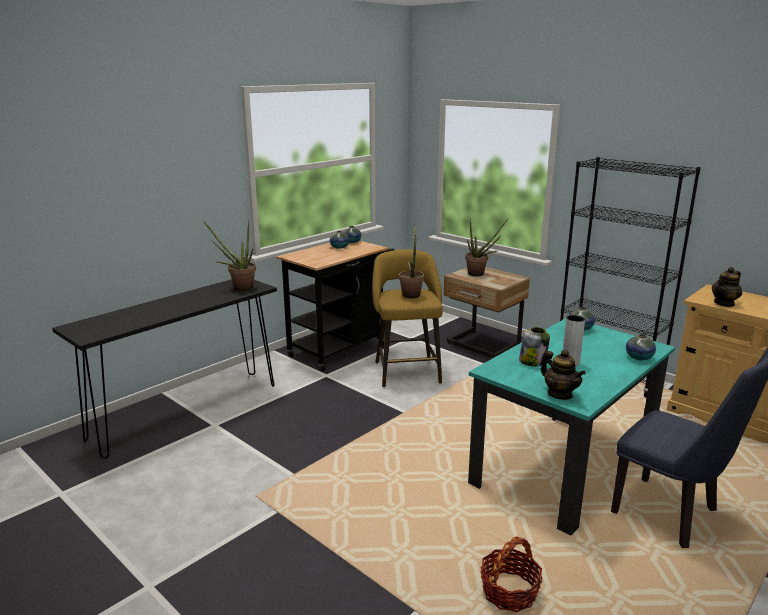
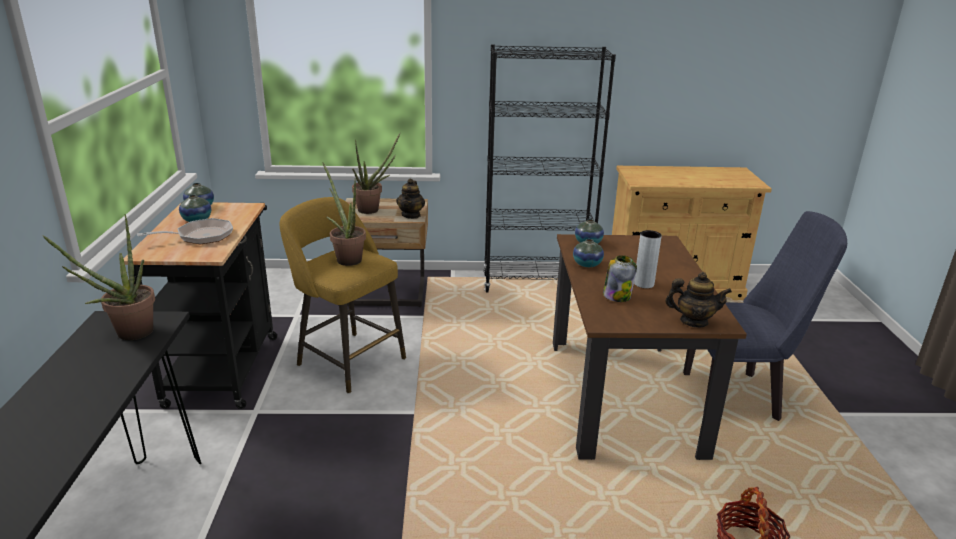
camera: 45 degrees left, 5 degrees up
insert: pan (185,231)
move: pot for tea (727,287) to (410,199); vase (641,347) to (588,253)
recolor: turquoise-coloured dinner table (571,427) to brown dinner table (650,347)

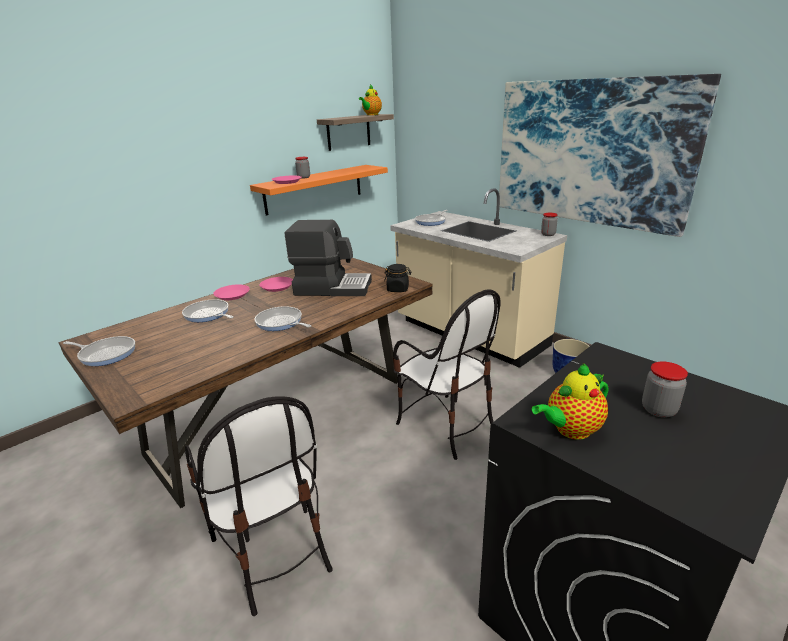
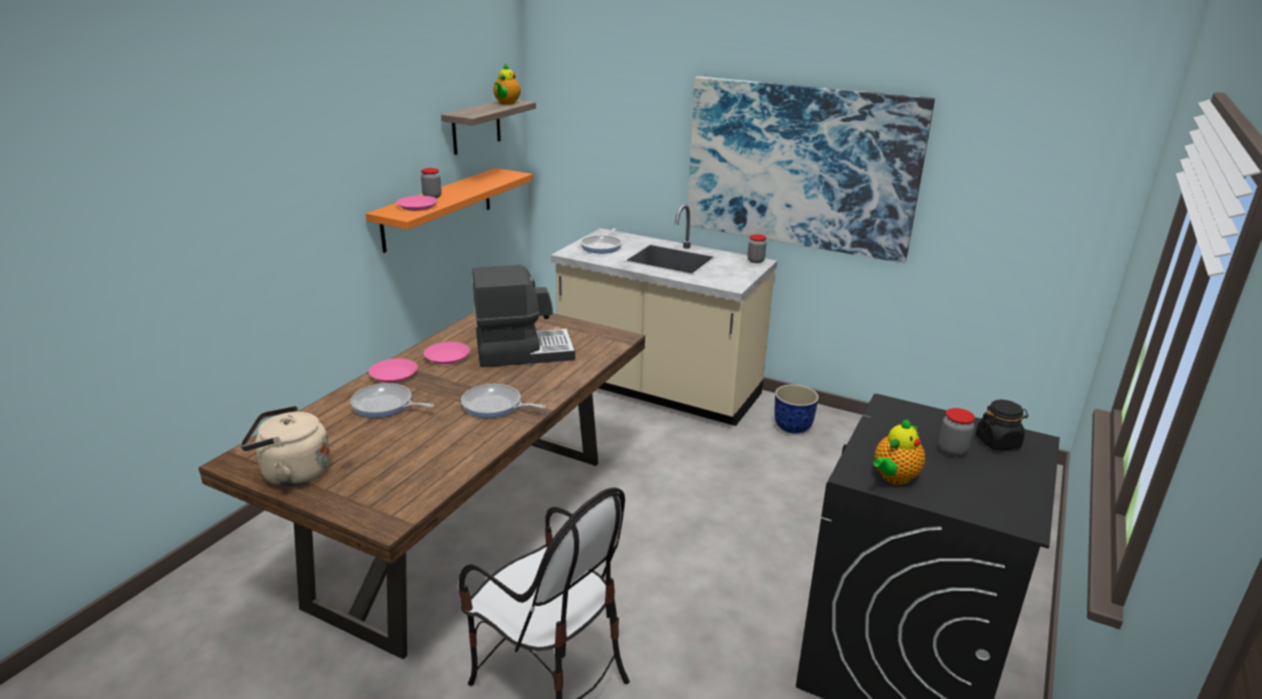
camera: 20 degrees left, 0 degrees up
delete: chair (447,374)
move: black storage jar (397,278) to (1002,424)
replace: pan (99,351) to beige water kettle (285,446)

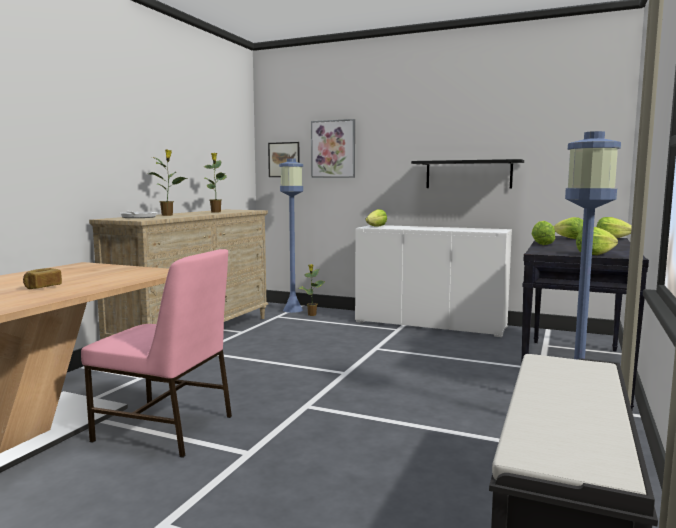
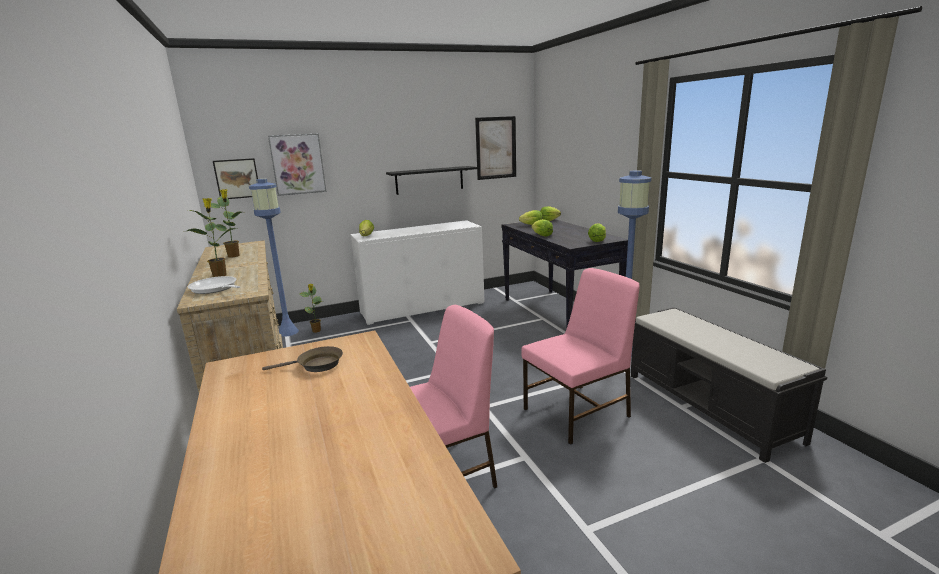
camera: 45 degrees left, 10 degrees up
delete: baked bread (42,278)
insert: wall picture (495,148); pinkish chair (580,356); brown pan (302,359)

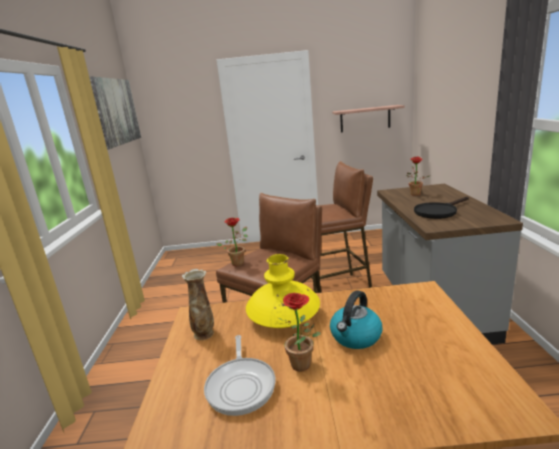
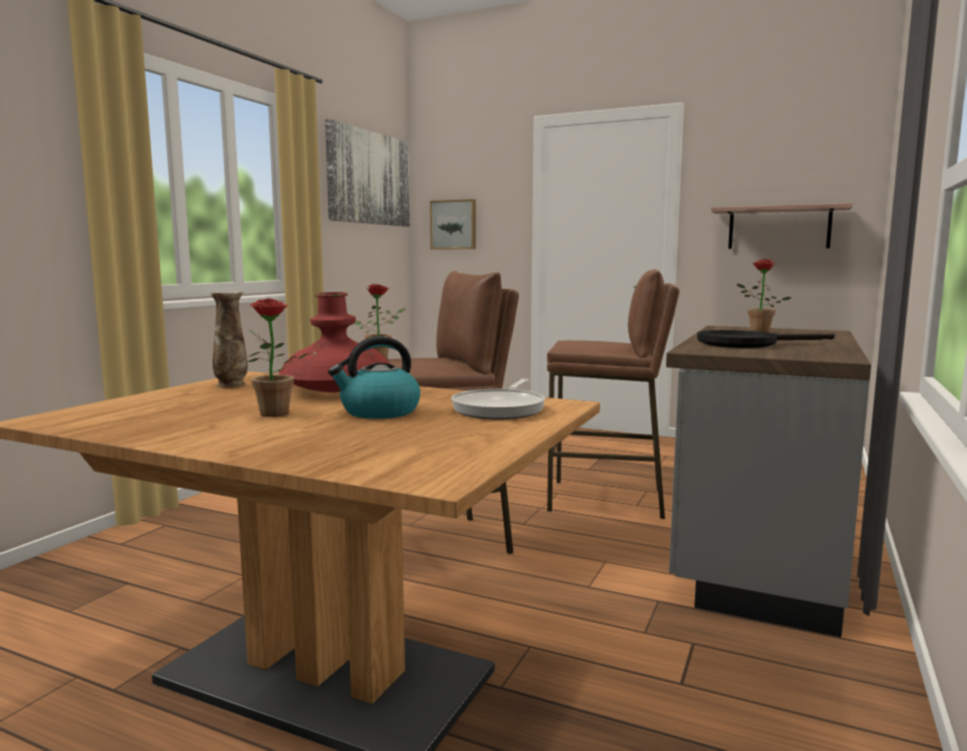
camera: 25 degrees right, 10 degrees down
insert: wall picture (453,224)
move: pan (239,375) to (498,399)
recolor: yellow vase (283,291) to red-coloured vase (334,342)

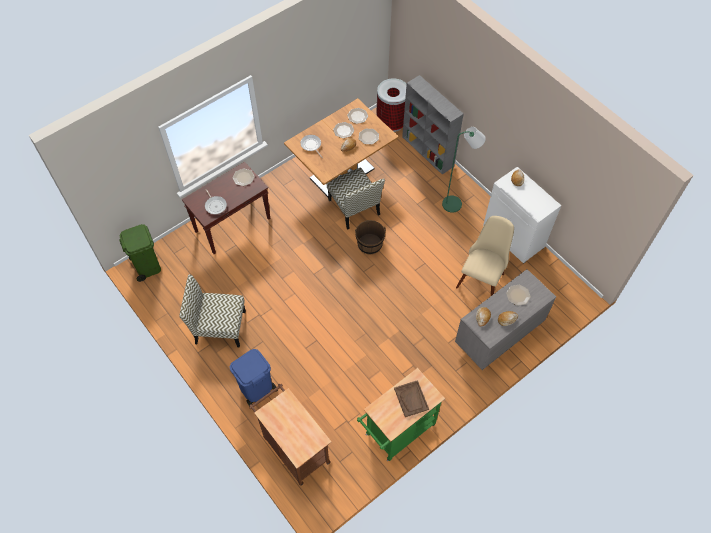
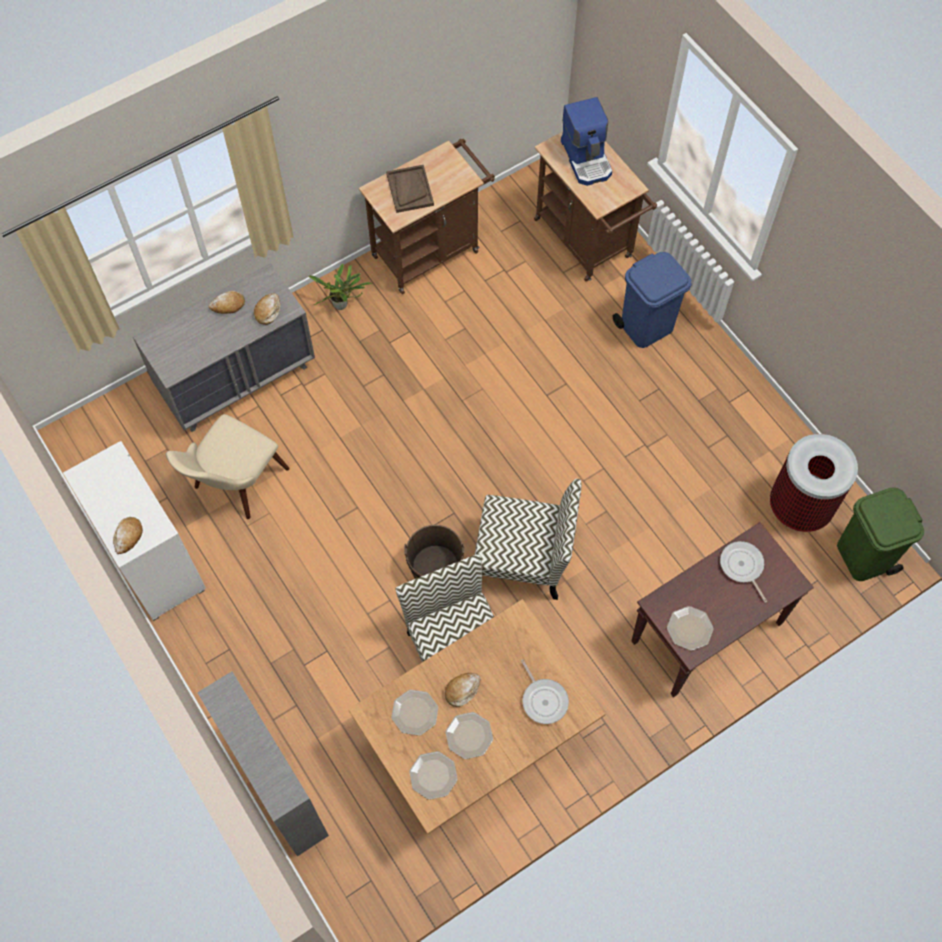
camera: 175 degrees left, 5 degrees up
delete: green standing lamp (464,170); flat dish (518,295)
insert: coffee maker (586,141); houseplant (340,287)
move: waste bin (391,105) to (814,483); chair (212,310) to (528,539)
recolor: green wheeled cart (401,414) to brown wheeled cart (427,216)

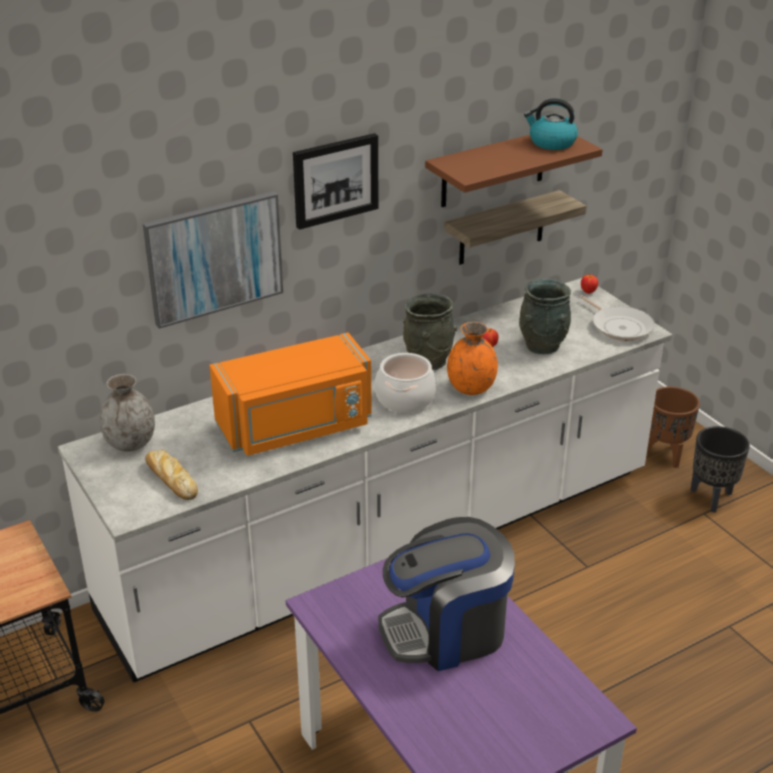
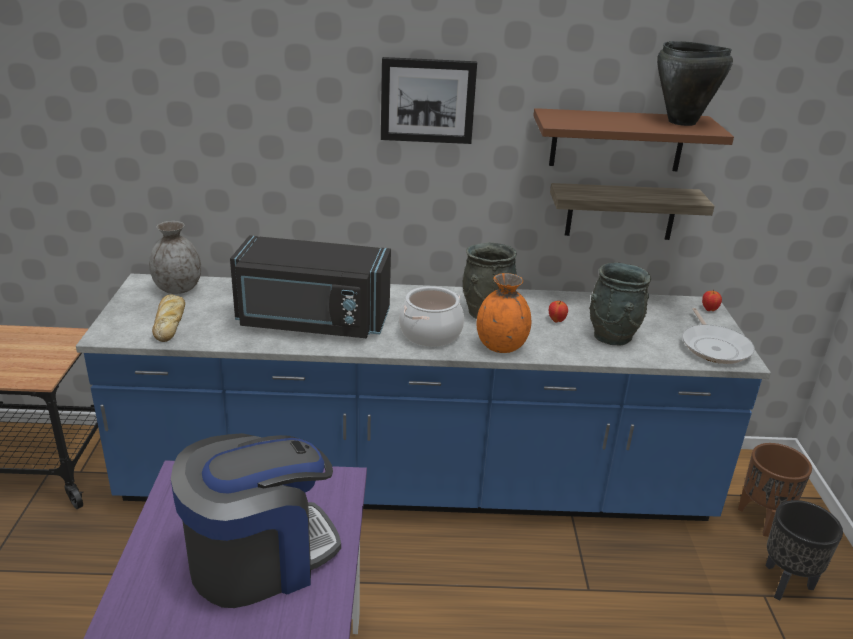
camera: 30 degrees right, 5 degrees down
delete: wall picture (213,260)
replace: water kettle (551,124) to black stockpot (695,83)
recolor: white-coloured counter (365,480) to blue counter (423,397); orange-coloured kitchen microwave (290,394) to black kitchen microwave (310,286)
rotate: coffee maker (446,594) = (256,520) 135 degrees clockwise

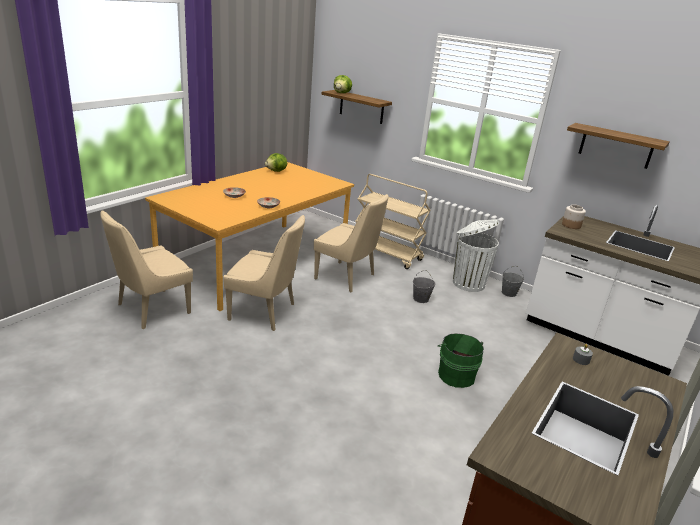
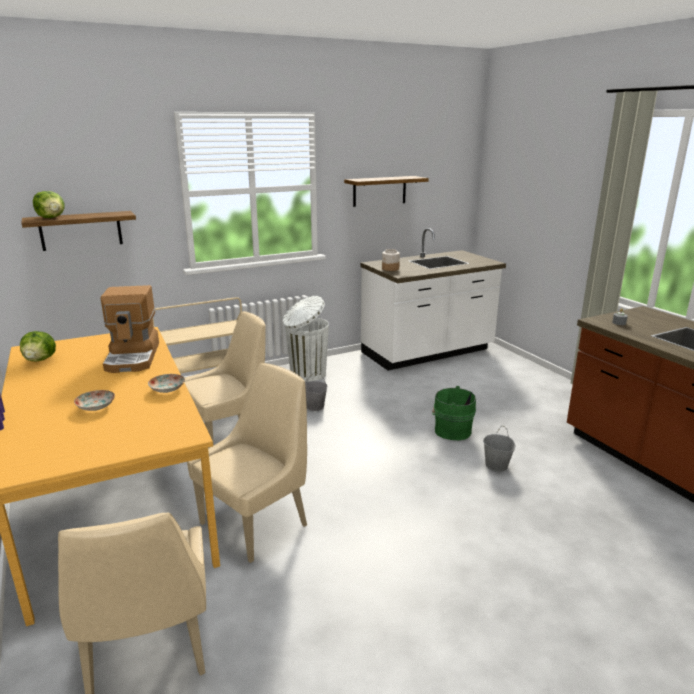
camera: 60 degrees left, 5 degrees down
insert: coffee maker (129,329)
move: grey pail (513,281) to (499,449)

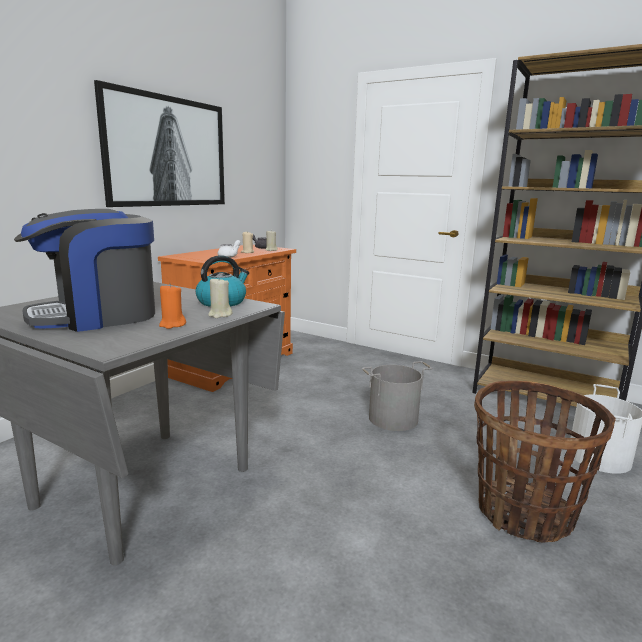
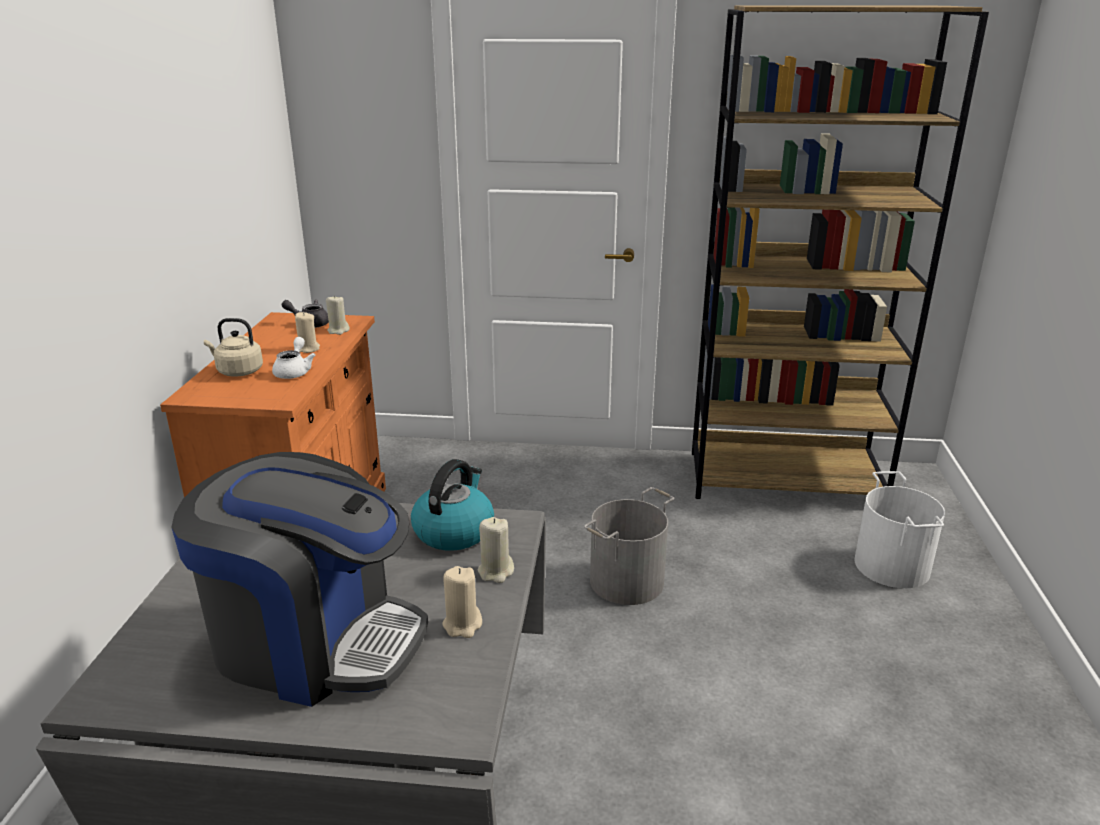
camera: 25 degrees left, 10 degrees up
delete: wall picture (159,143); basket (545,462)
insert: beige water kettle (233,347)
recolor: orange-coloured wax candle (172,306) to beige wax candle (462,602)
rotate: coffee maker (84,270) = (299,579) 105 degrees counterclockwise

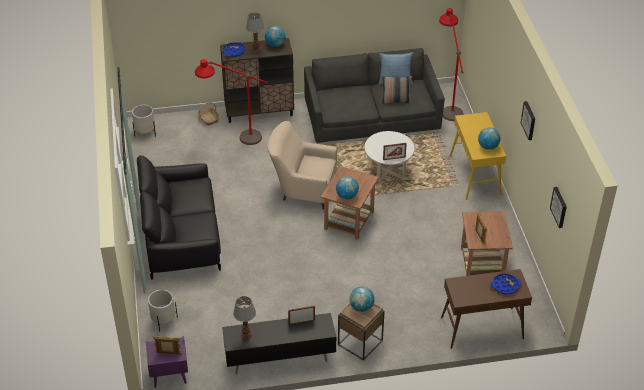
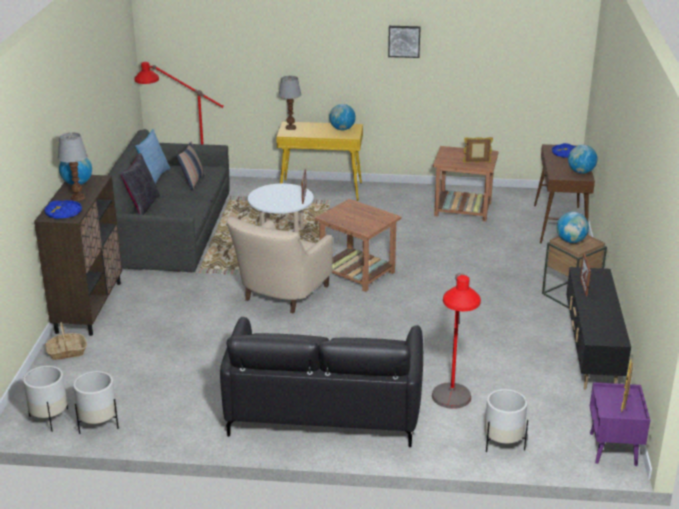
camera: 75 degrees left, 15 degrees down
delete: wall picture (558,207)
insert: black throw pillow (140,184); white-coloured plant pot (96,402)
move: red-coloured standing lamp (231,102) to (456,341); desk globe (347,187) to (583,159); lamp for a table (244,318) to (290,103)

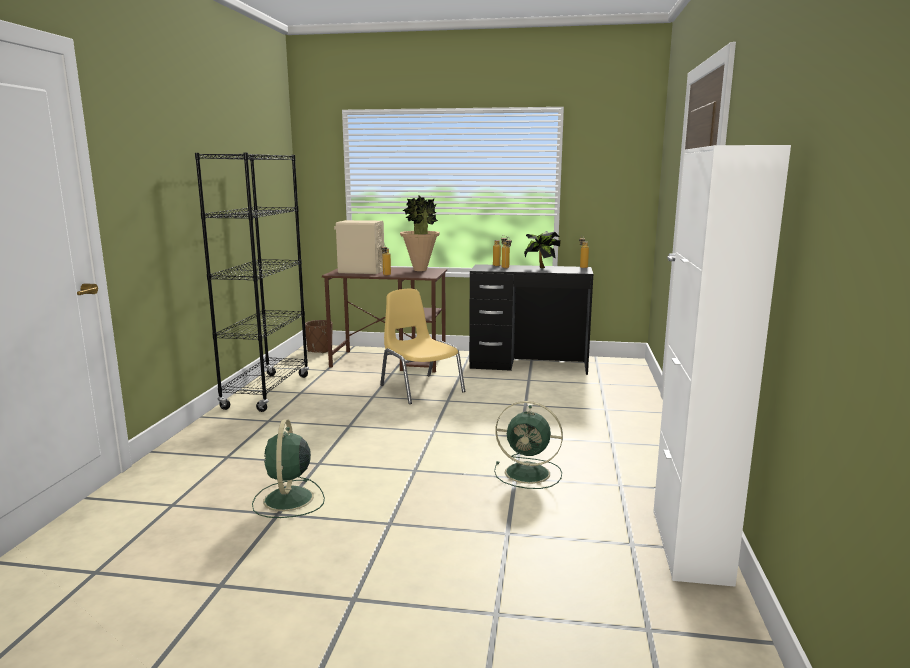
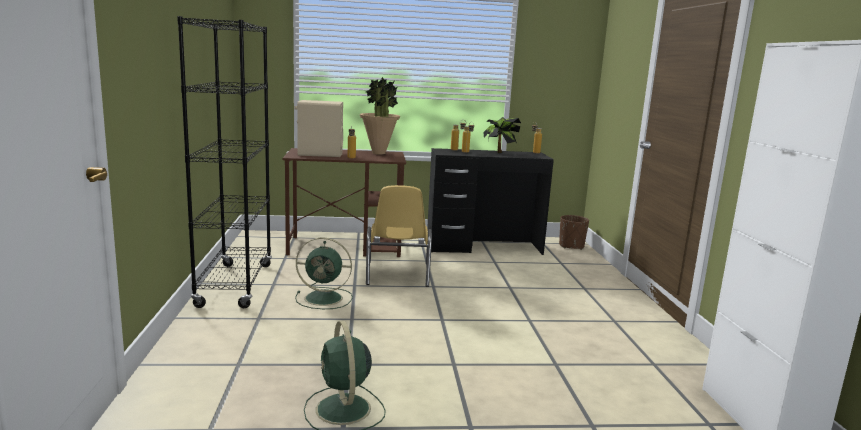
camera: 15 degrees left, 0 degrees up
move: brown plant pot (318,337) to (574,232); green cooling fan (528,445) to (324,273)
rotate: yellow chair (422,346) = (399,236) 135 degrees counterclockwise

